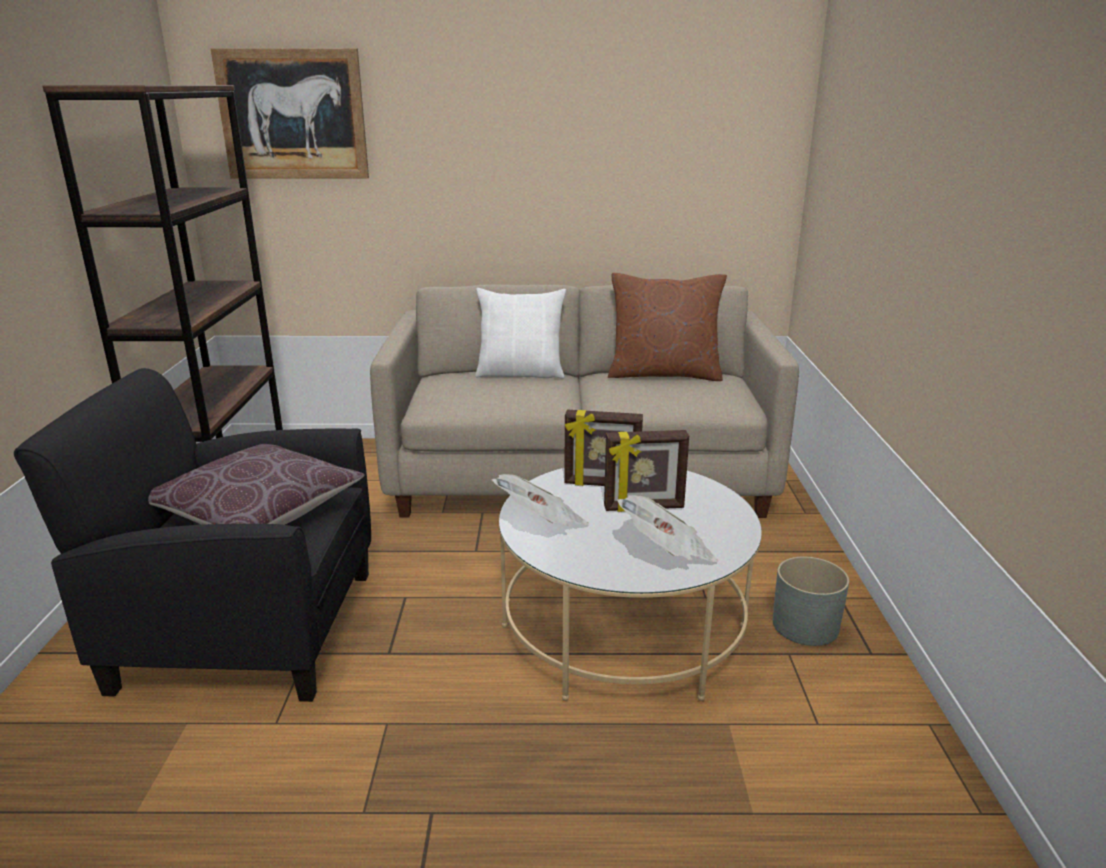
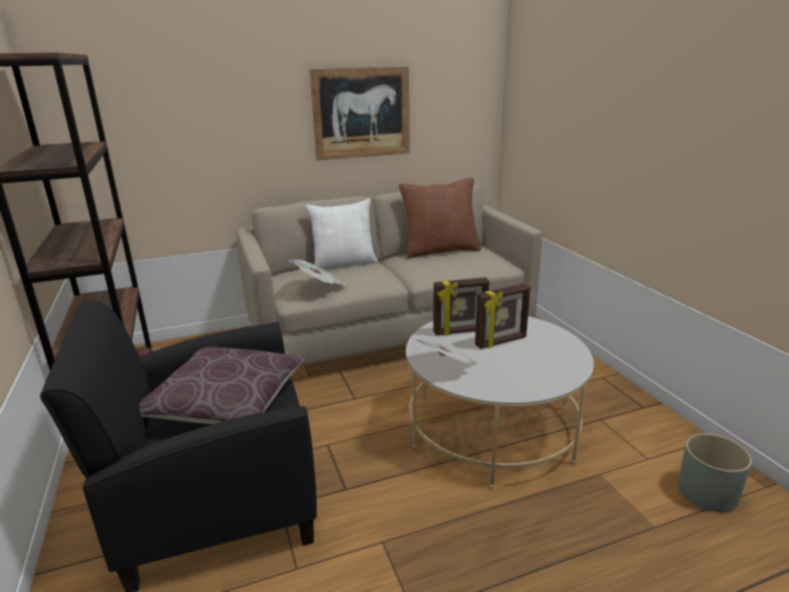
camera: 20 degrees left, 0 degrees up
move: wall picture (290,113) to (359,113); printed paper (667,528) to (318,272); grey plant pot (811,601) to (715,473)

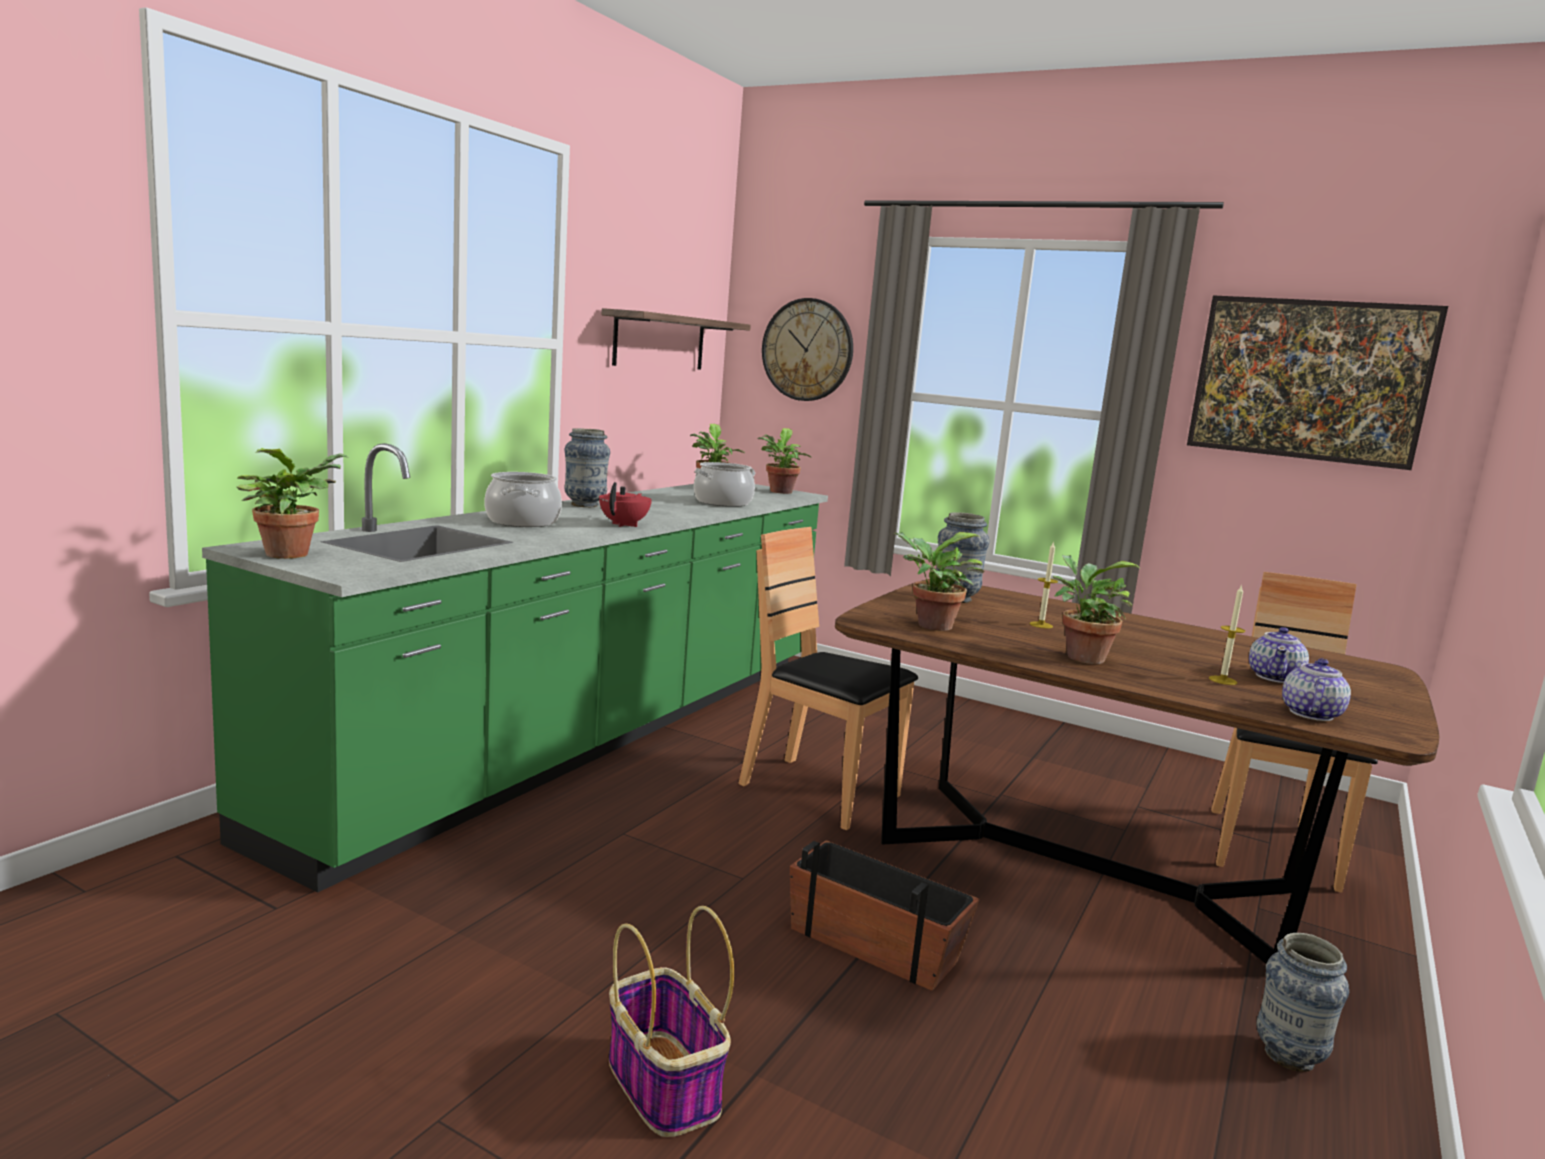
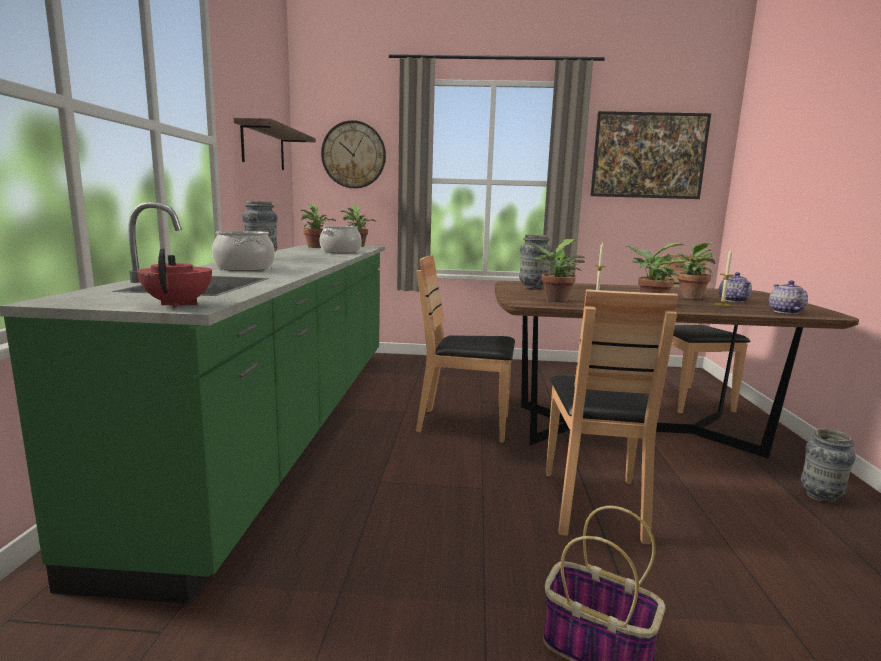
camera: 25 degrees left, 0 degrees up
move: houseplant (292,503) to (692,270); red-coloured pot for tea (625,504) to (174,278)
replace: plant pot (884,915) to brown chair (612,416)

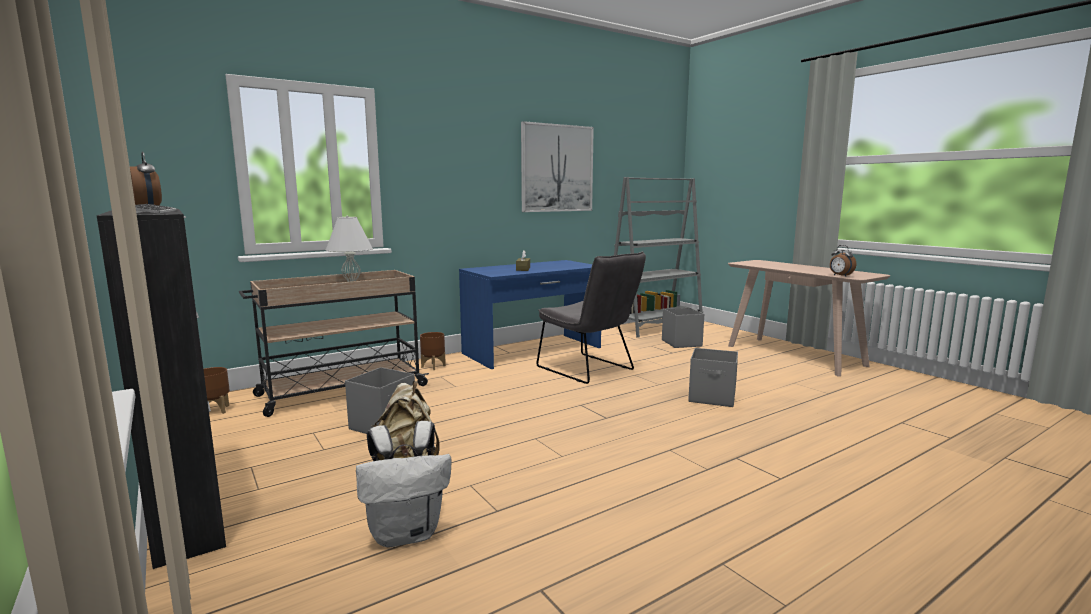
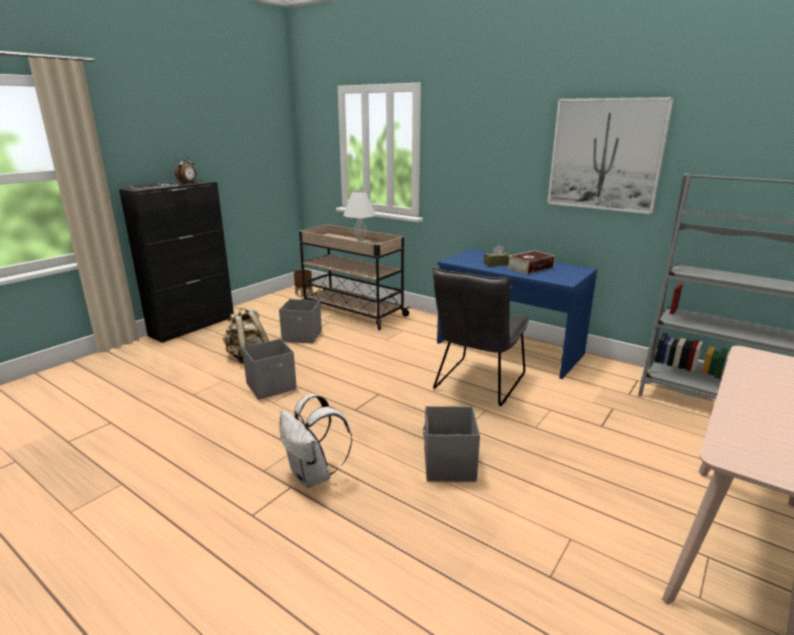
camera: 70 degrees right, 10 degrees up
delete: alarm clock (843,261); brown plant pot (433,351)
insert: bound book (531,262)
move: grey storage box (683,328) to (269,369); white-coloured rucksack (404,484) to (316,441)

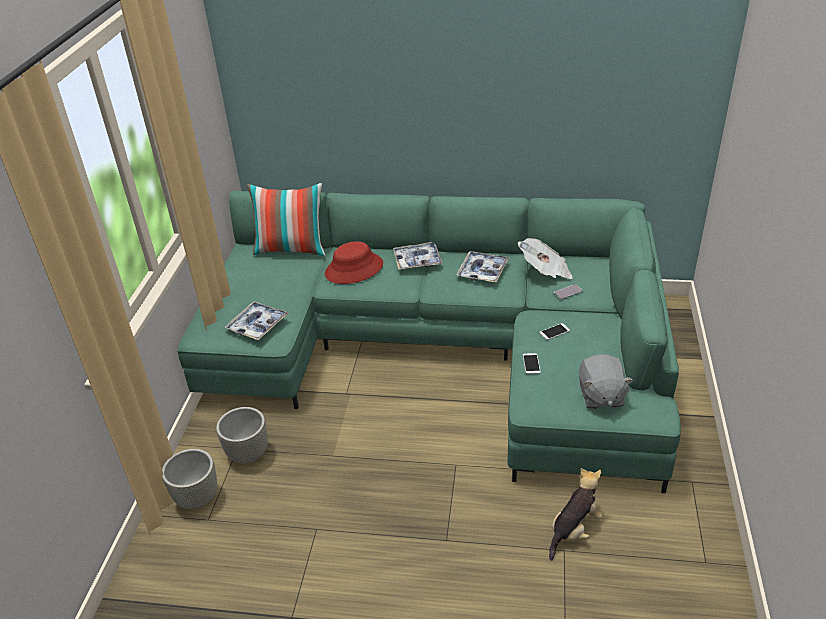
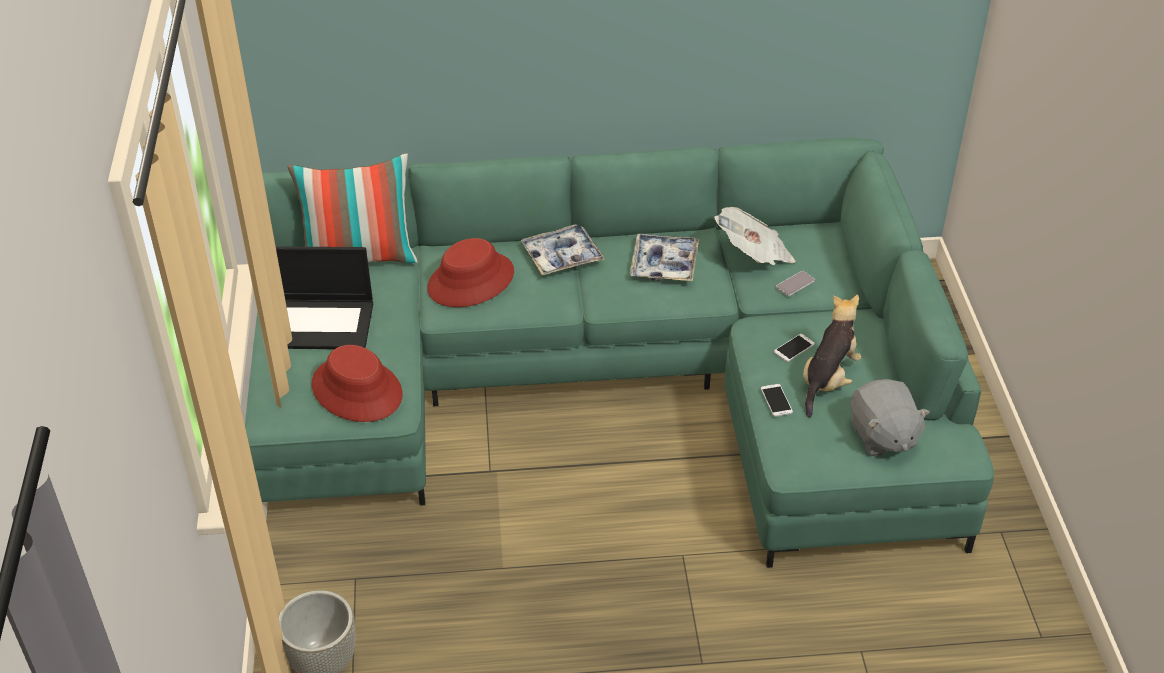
camera: 15 degrees left, 5 degrees up
delete: grey plant pot (242,435)
insert: notebook computer (324,297)
move: plush toy (575,514) to (832,356)
replace: carrying tray (257,320) to red-coloured hat (357,383)

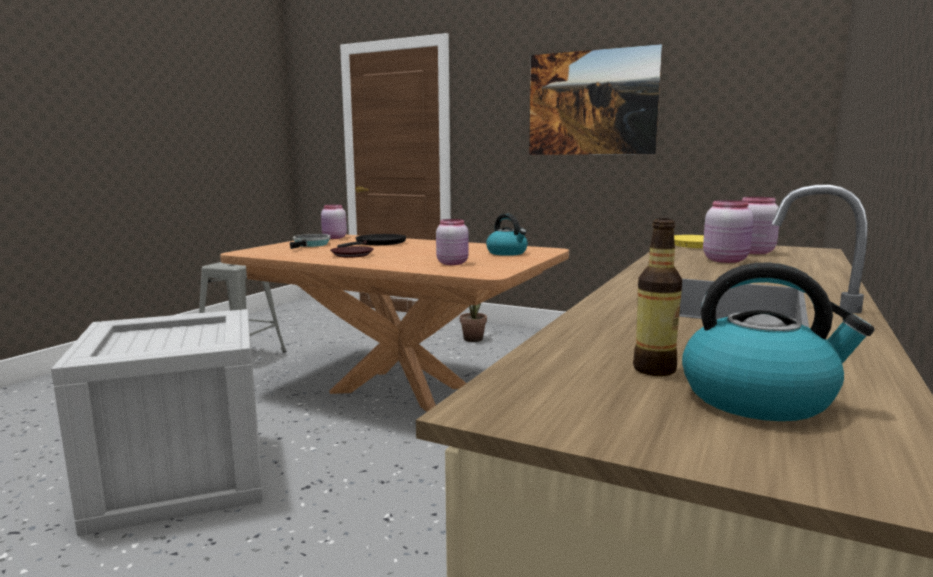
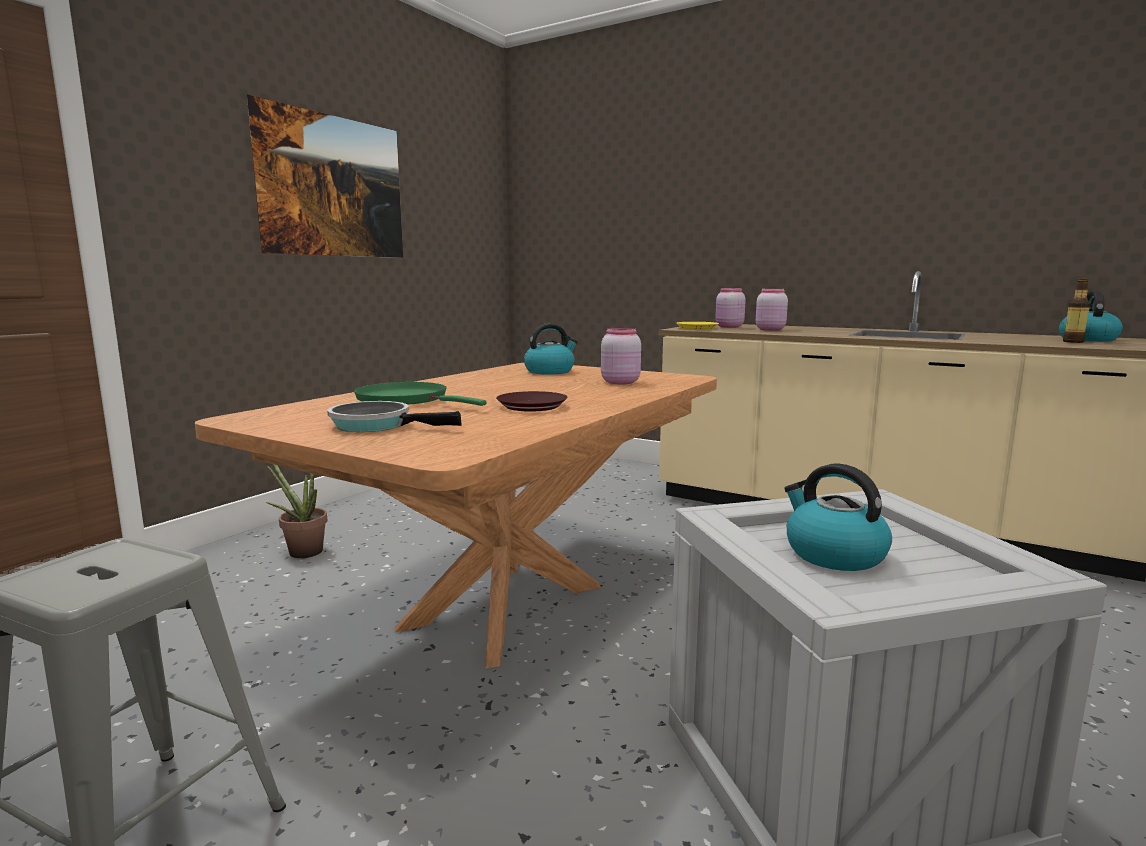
camera: 85 degrees left, 0 degrees up
delete: pinkish storage jar (334,221)
insert: water kettle (838,517)
recolor: black pan (371,240) to green pan (420,394)

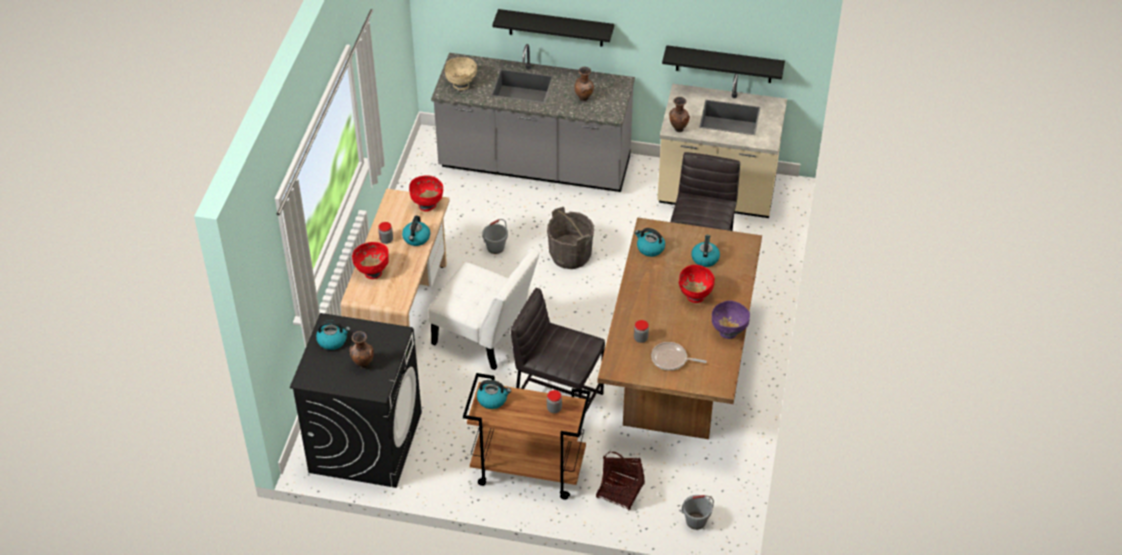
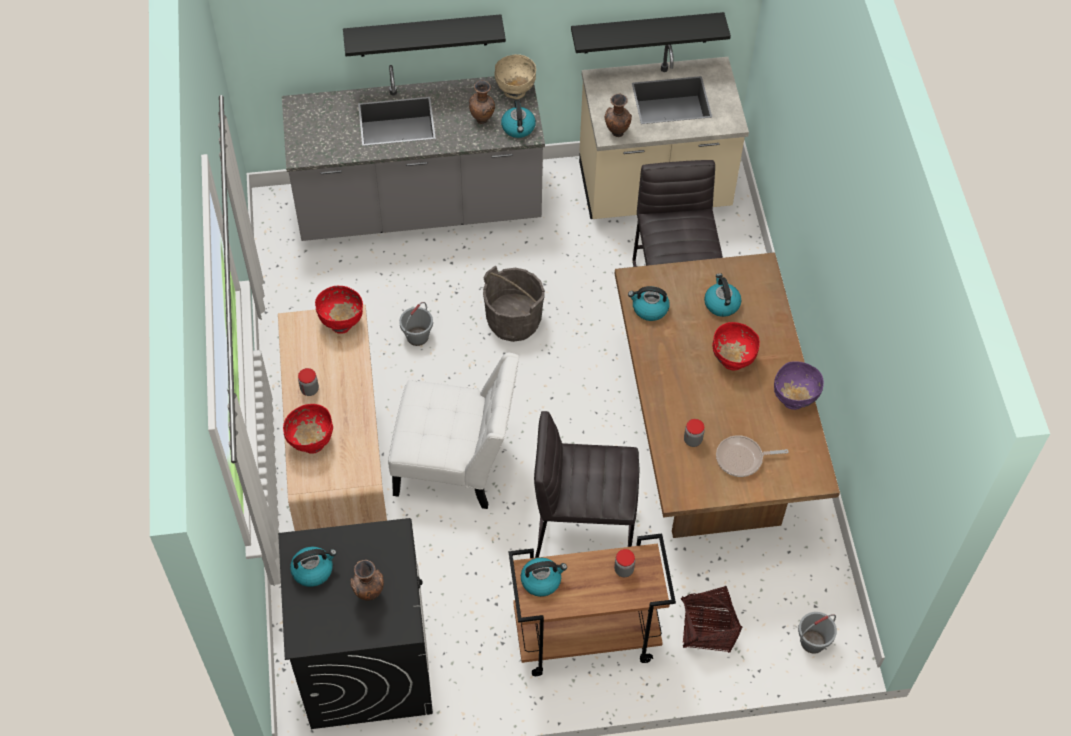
camera: 20 degrees left, 10 degrees up
move: beige bowl (461,73) to (515,76); water kettle (416,231) to (518,119)

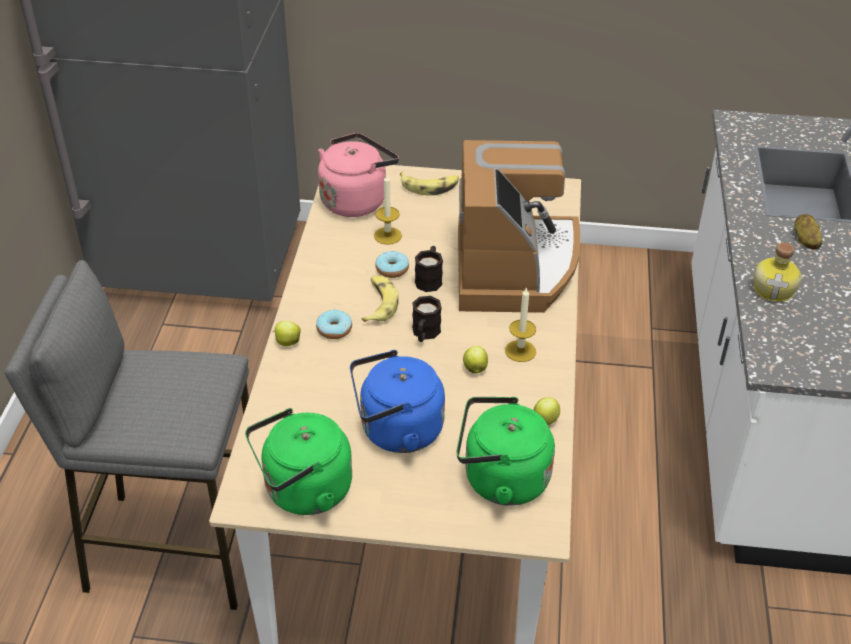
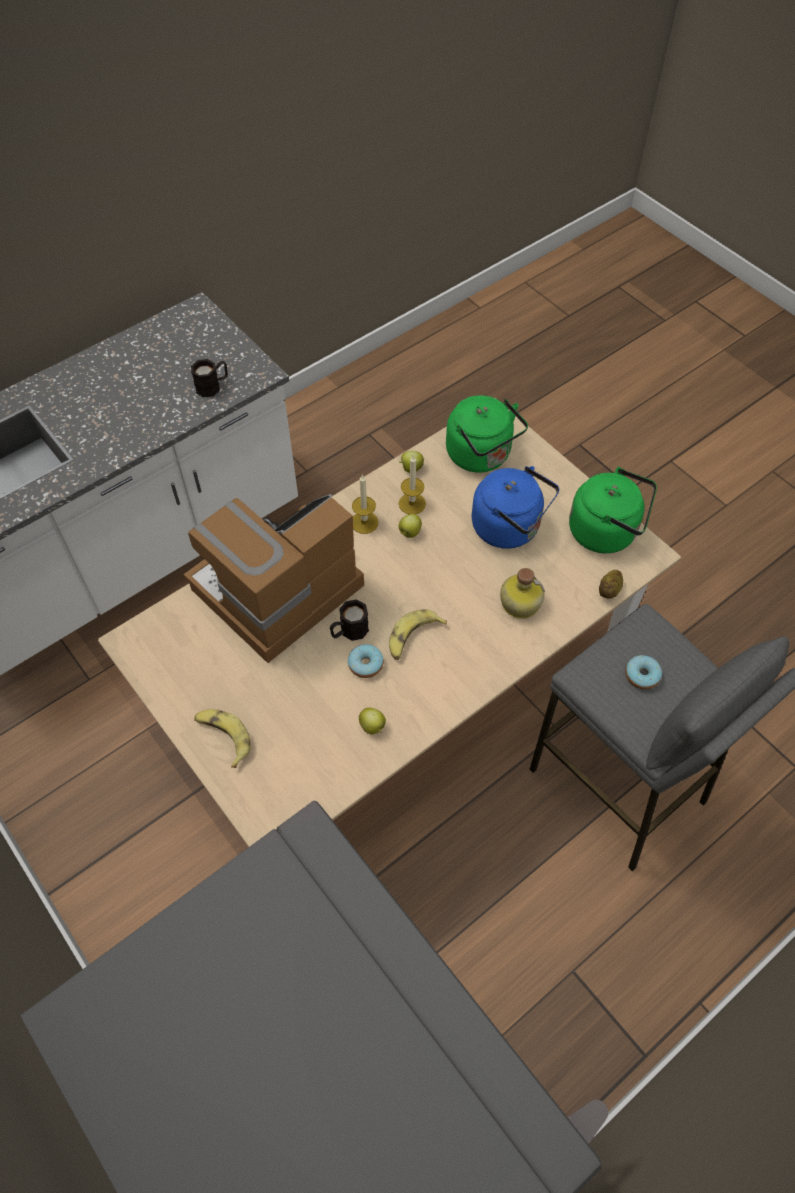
camera: 135 degrees left, 15 degrees up
delete: pinkish water kettle (358,175)
move: wax candle (388,210) to (412,484); spud (808,231) to (611,584); bottle (777,272) to (522,593); black tea mug (427,319) to (209,378); doughnut (334,324) to (643,672); whole apple (286,333) to (372,721)

